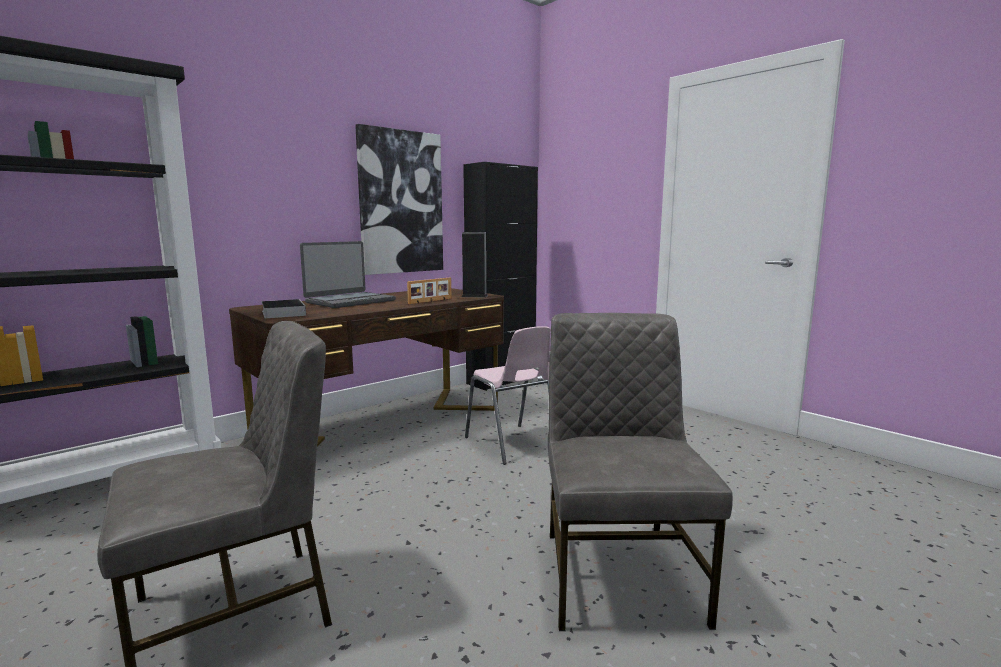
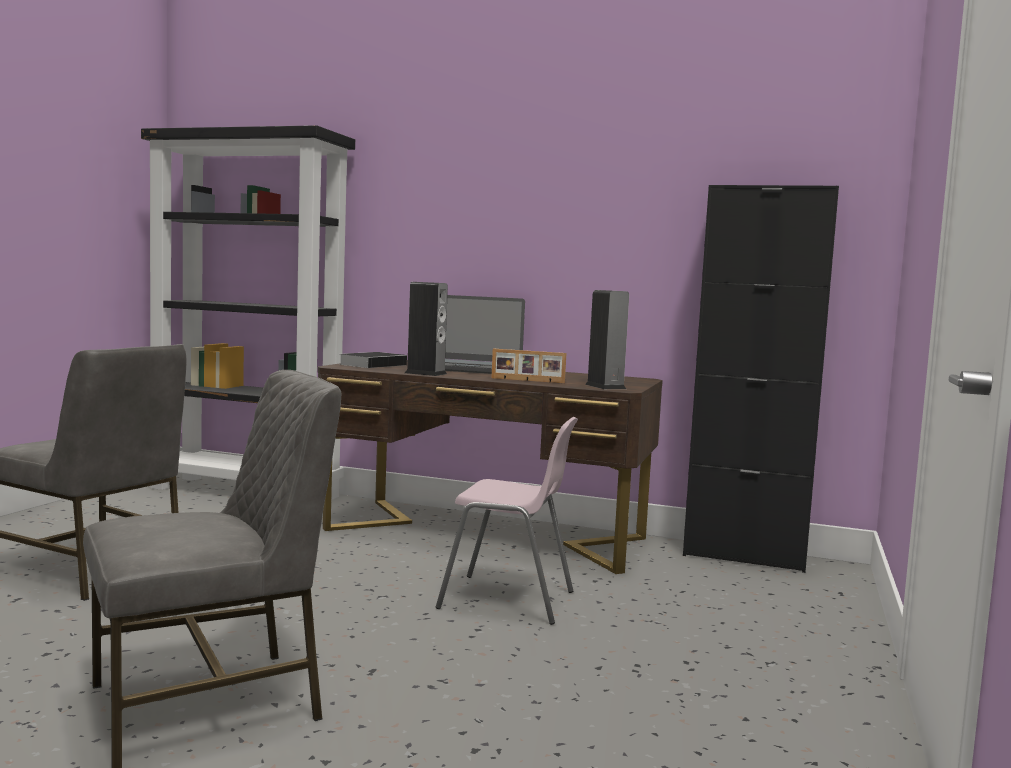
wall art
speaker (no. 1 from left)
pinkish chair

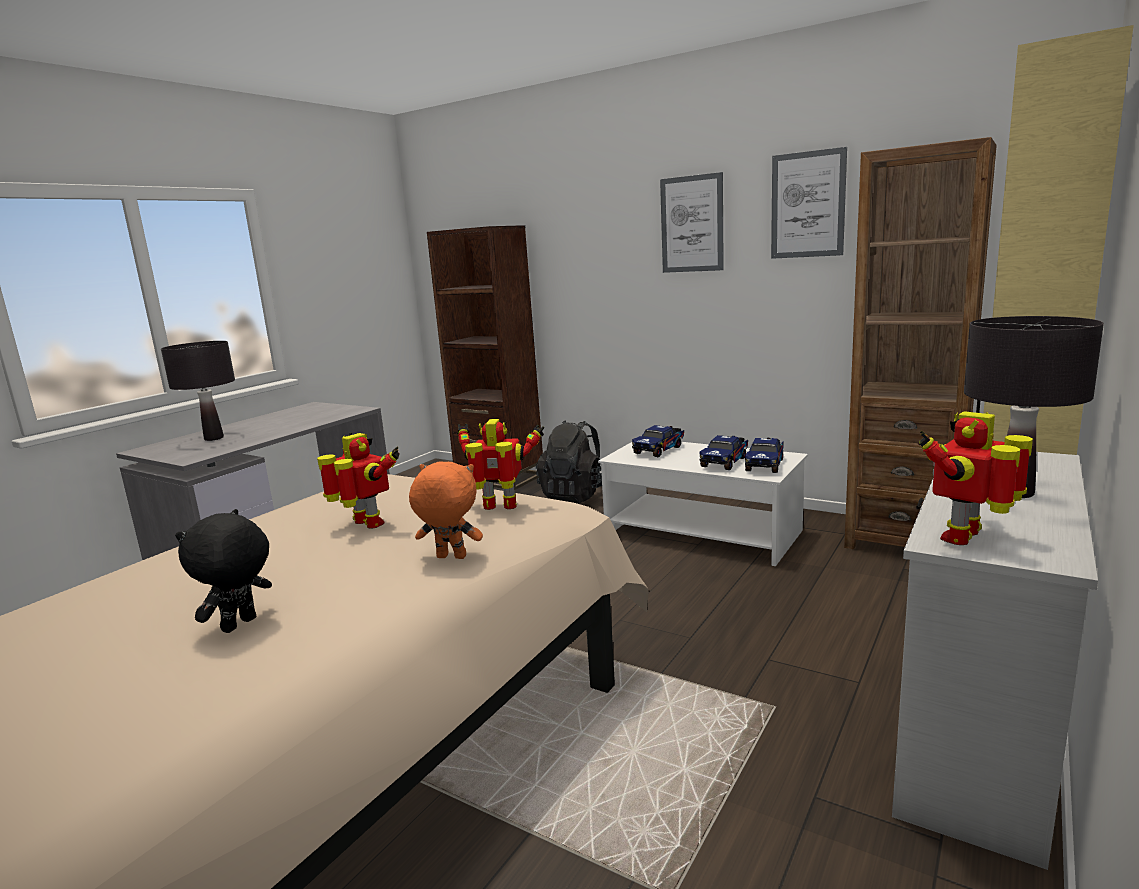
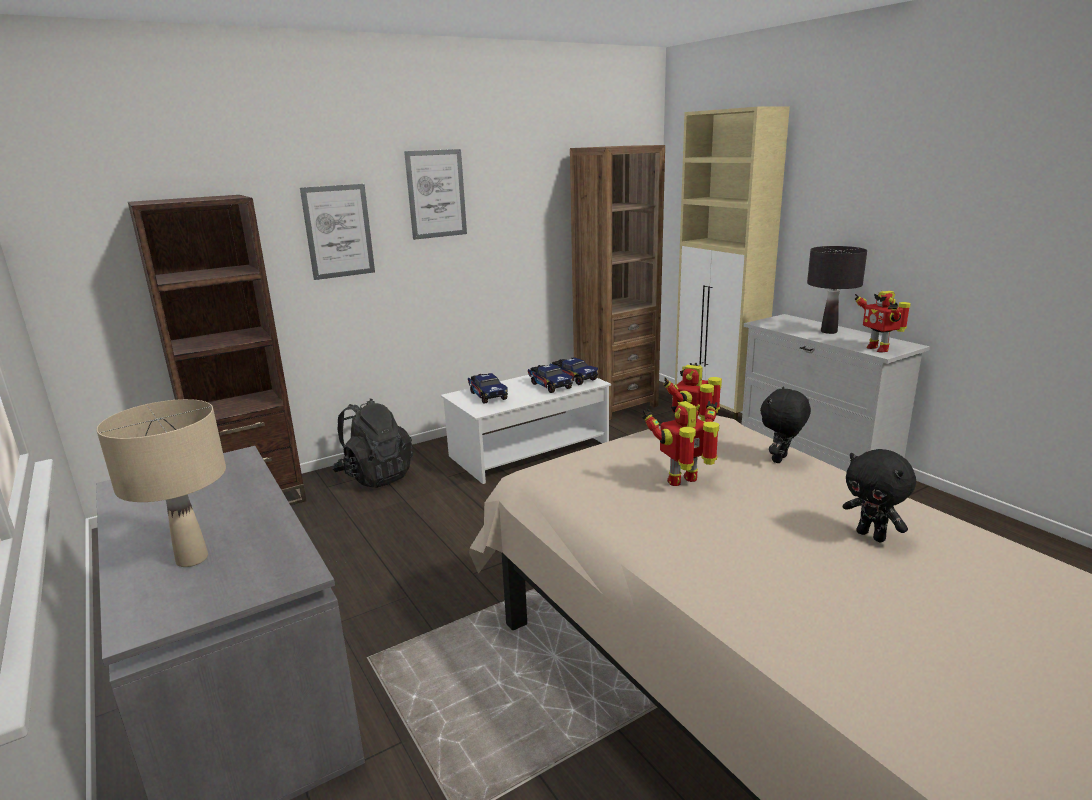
wall art (no. 1 from left)
beige table lamp
blackish soft toy (no. 1 from left)

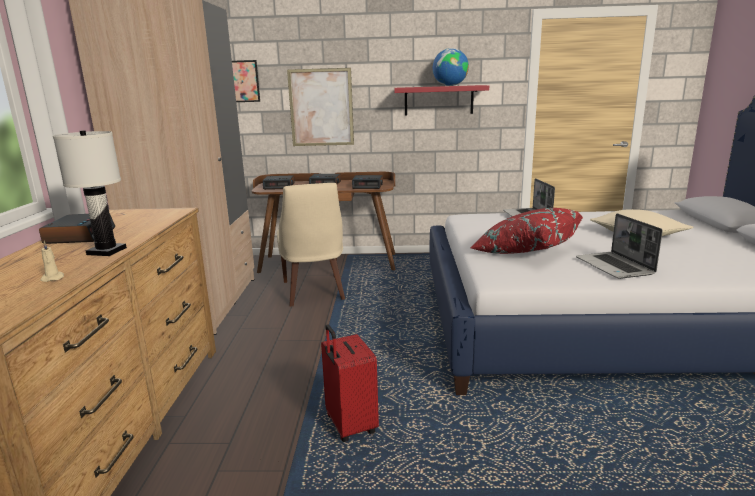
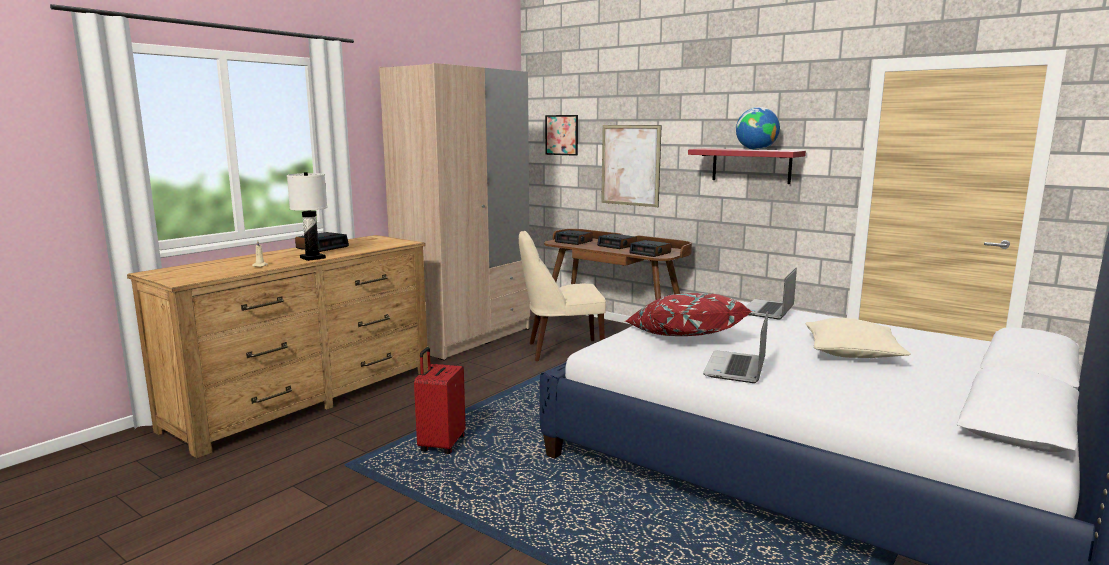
beige chair

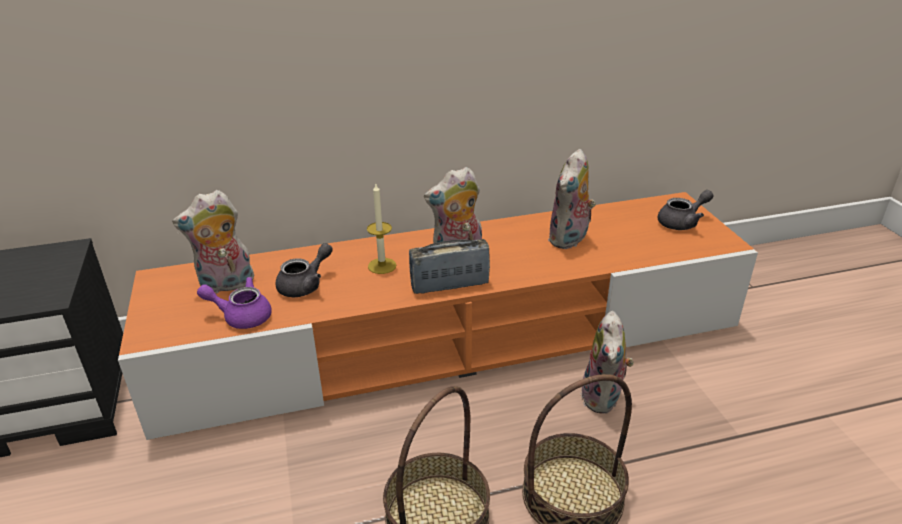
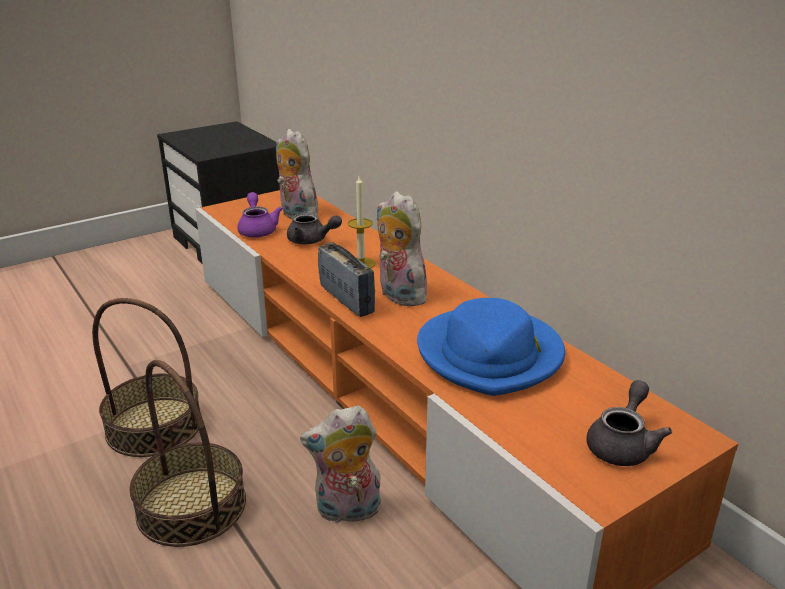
blue clothing hat
grey tea pot (no. 2 from left)

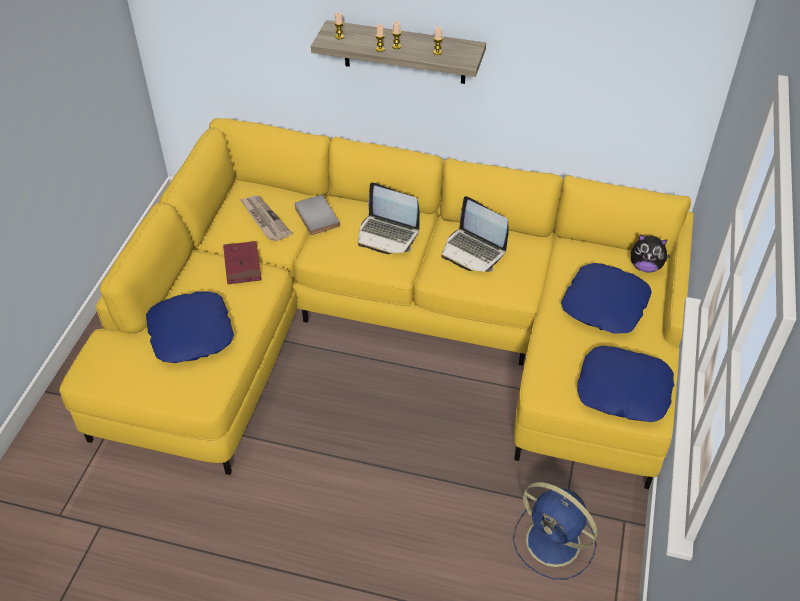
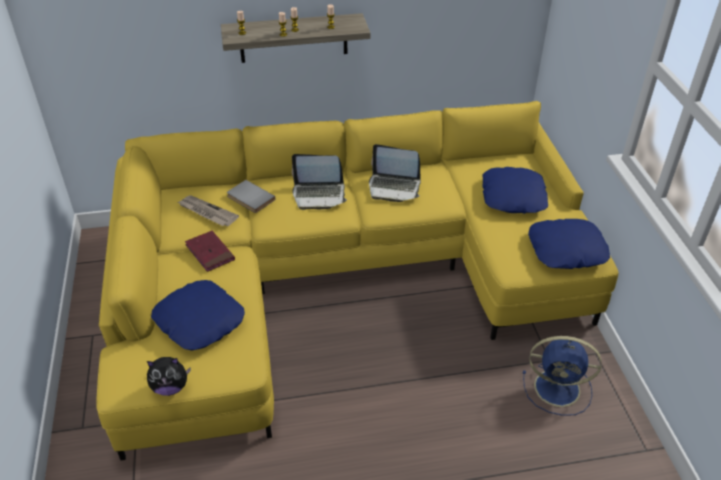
soft toy

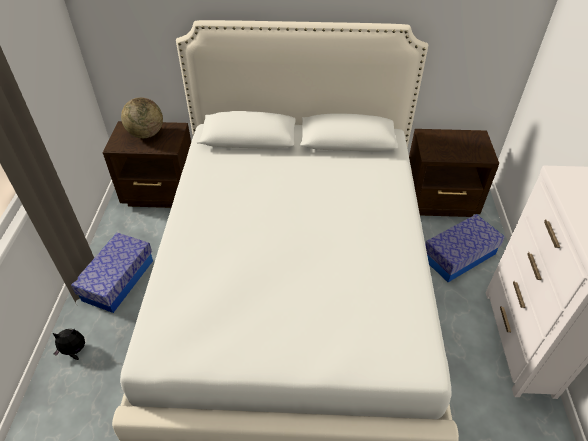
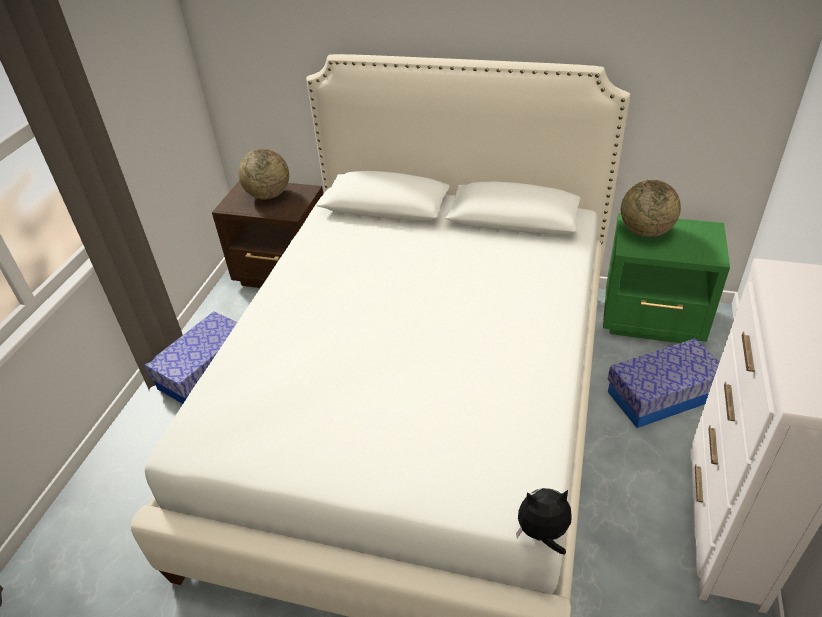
world globe (no. 2 from left)
soft toy
greenish nightstand

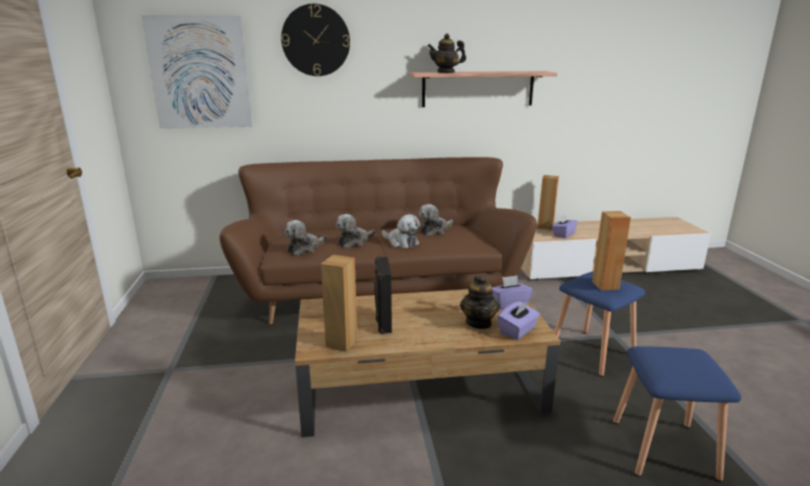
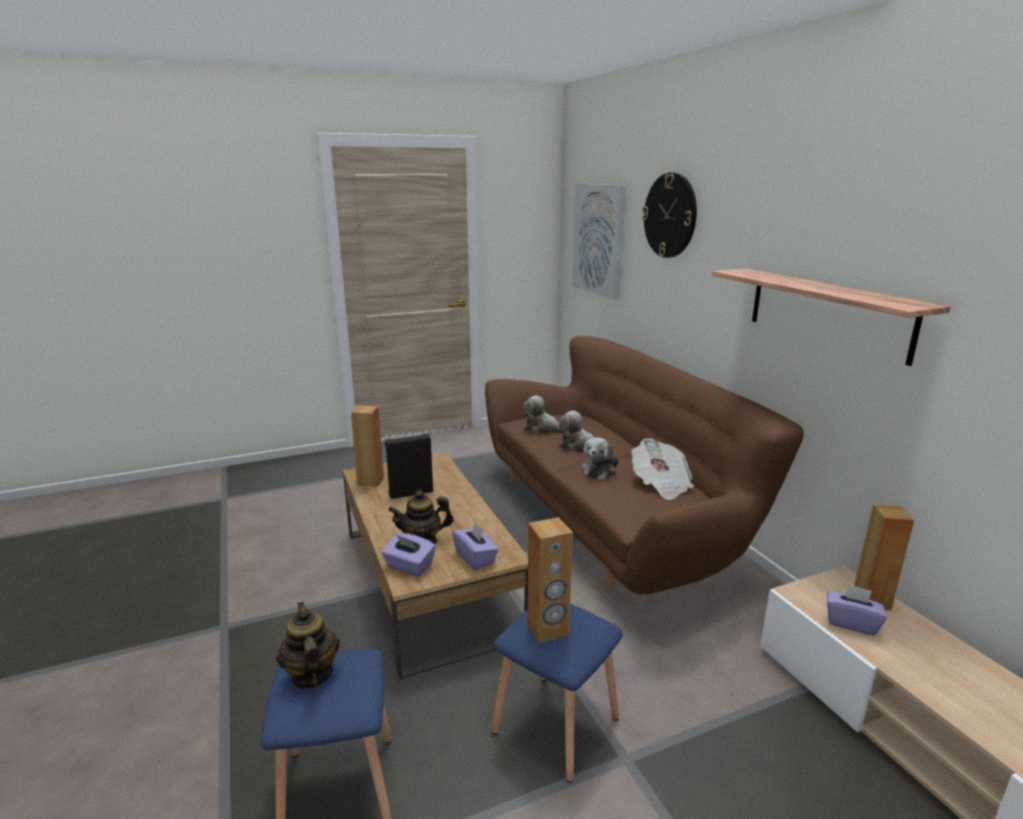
tea pot (no. 1 from left)
printed paper

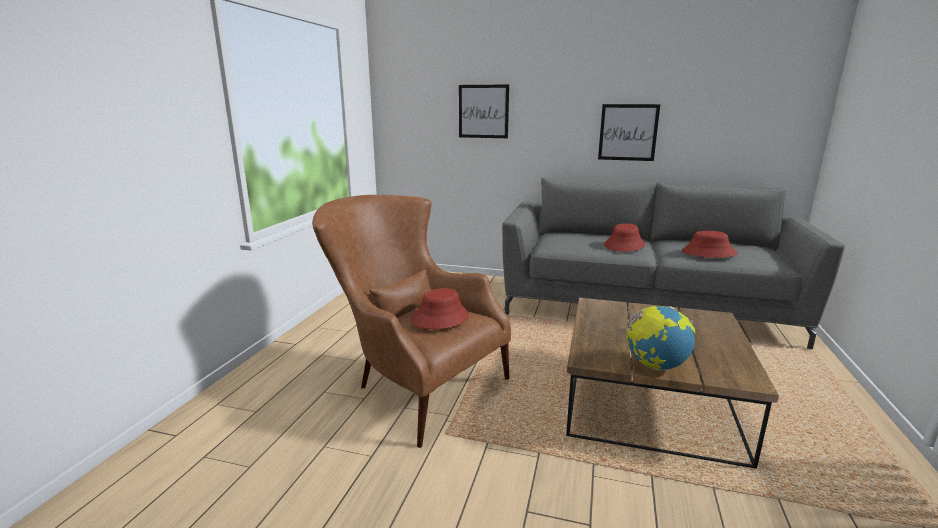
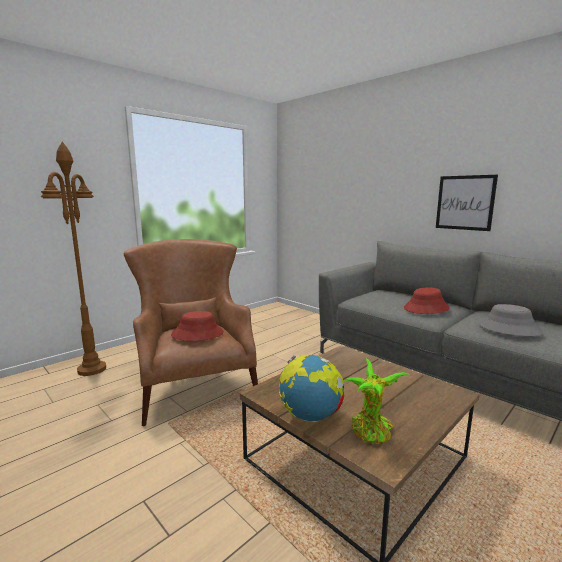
wall art (no. 1 from left in the first image)
brownish standard lamp
houseplant
grey clothing hat

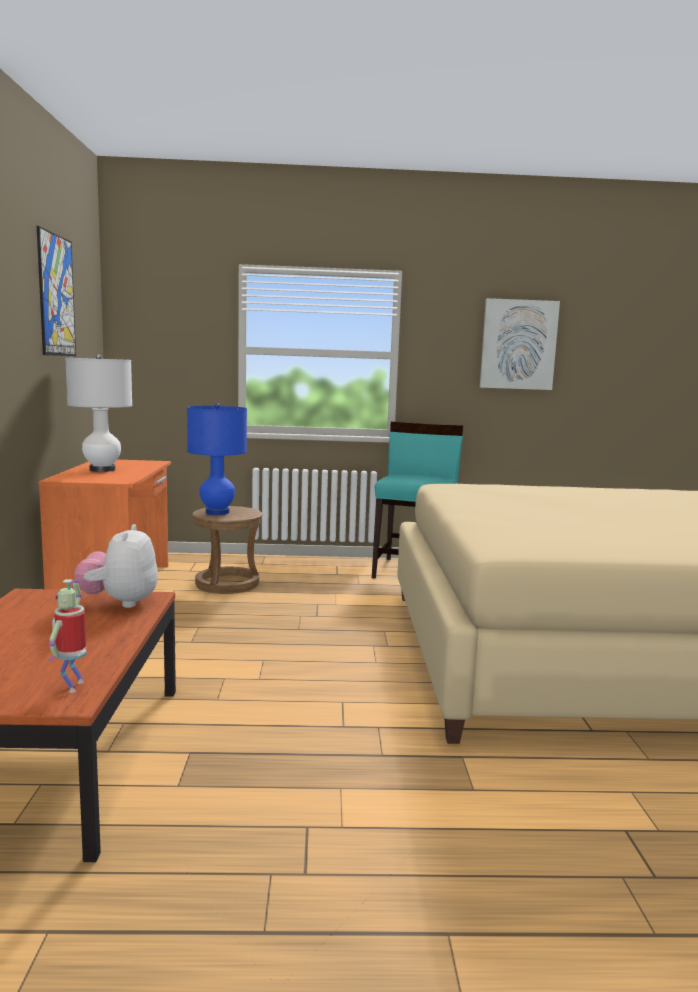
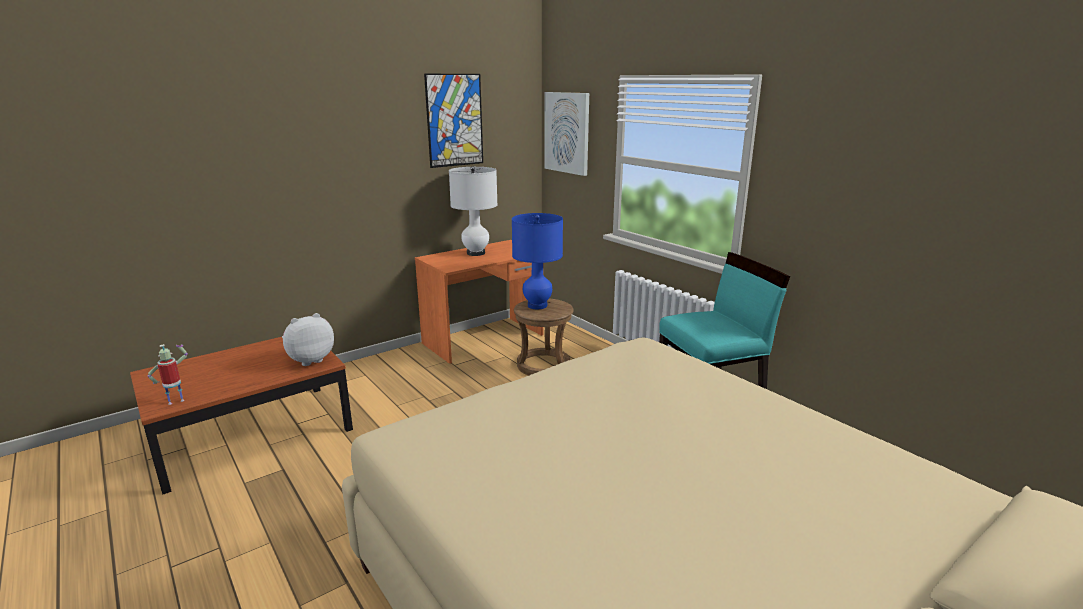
wall art (no. 2 from left)

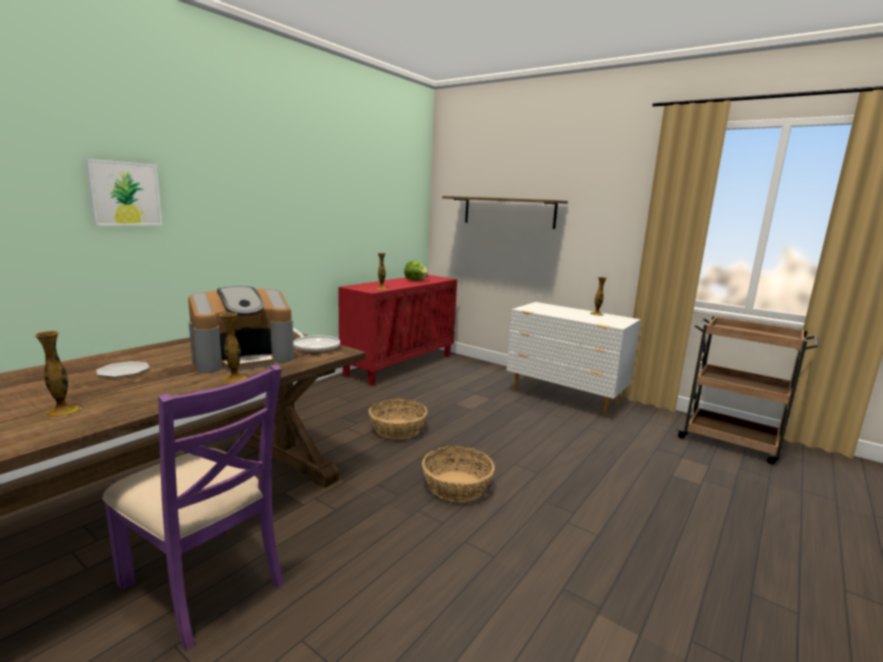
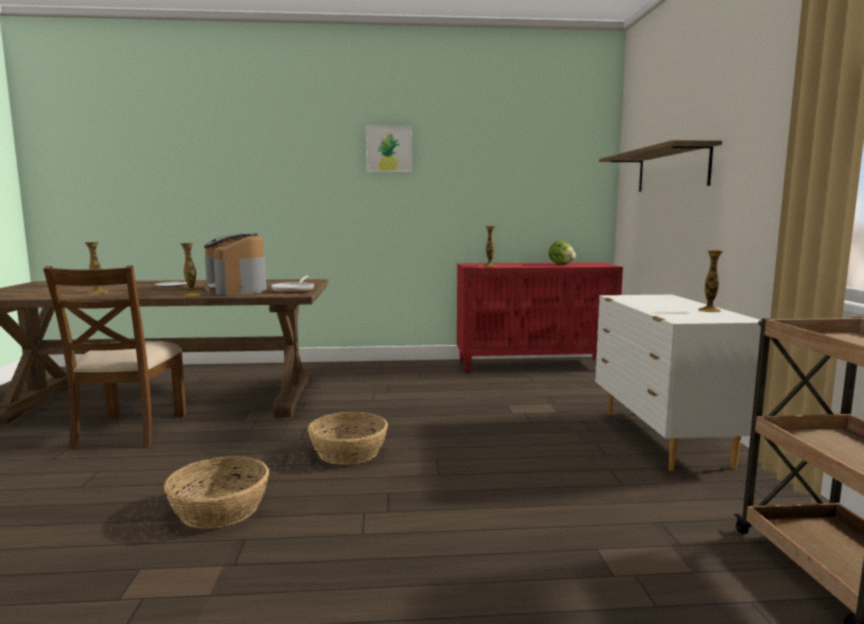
wall art
storage basket (no. 1 from left)
brownish chair
coffee brewer

